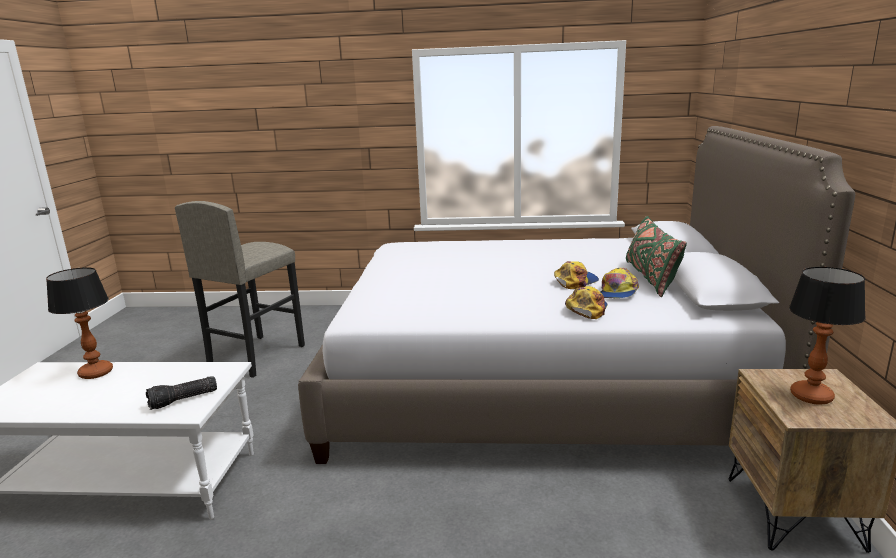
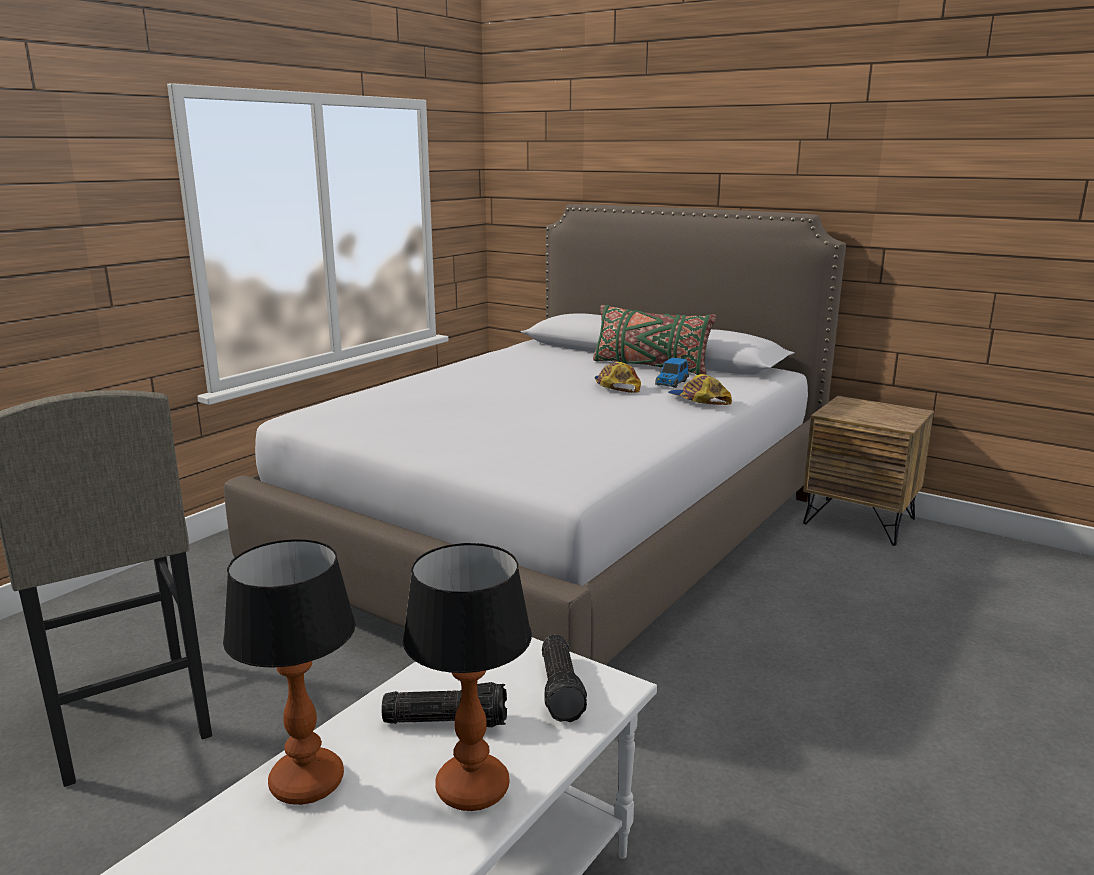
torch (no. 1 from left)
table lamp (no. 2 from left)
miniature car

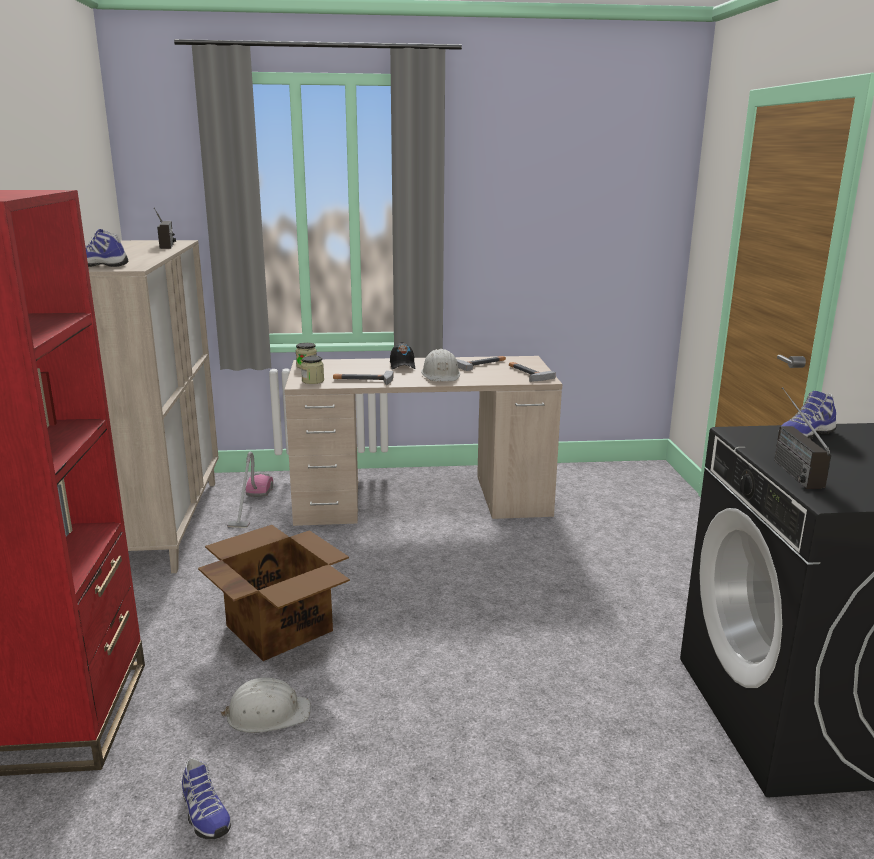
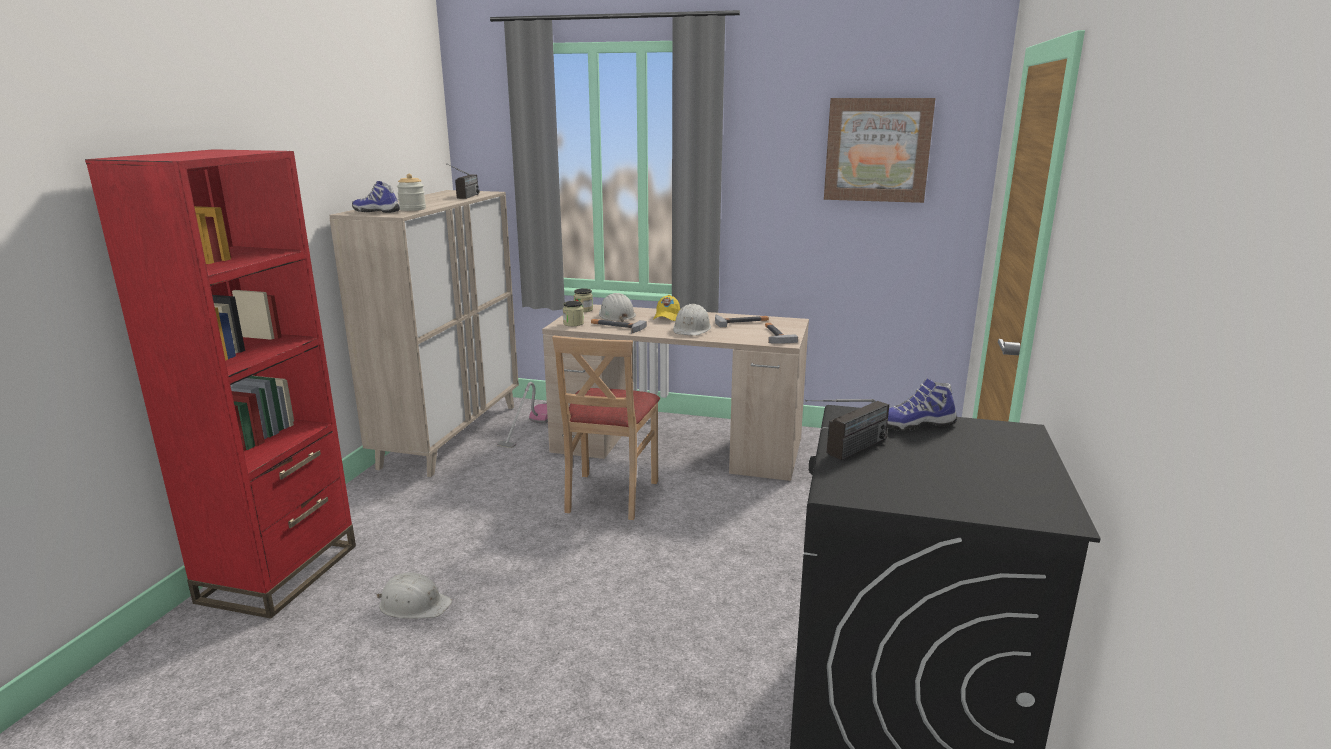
item of footwear (no. 2 from left in the first image)
cardboard box
storage jar (no. 1 from left)
beige chair
white safety helmet (no. 2 from left)
wall art
yellow baseball cap
radio receiver (no. 2 from left)

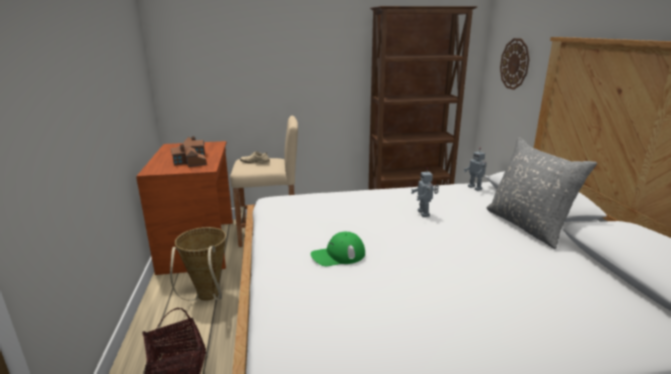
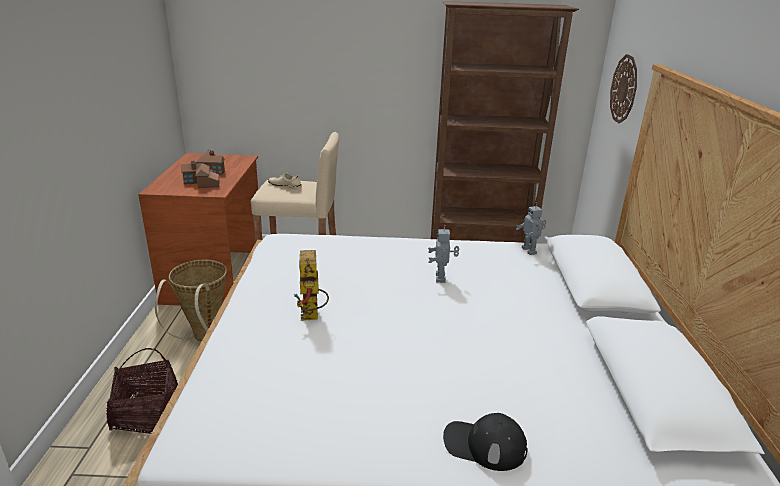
grey pillow
blackish baseball cap
model robot (no. 1 from left)

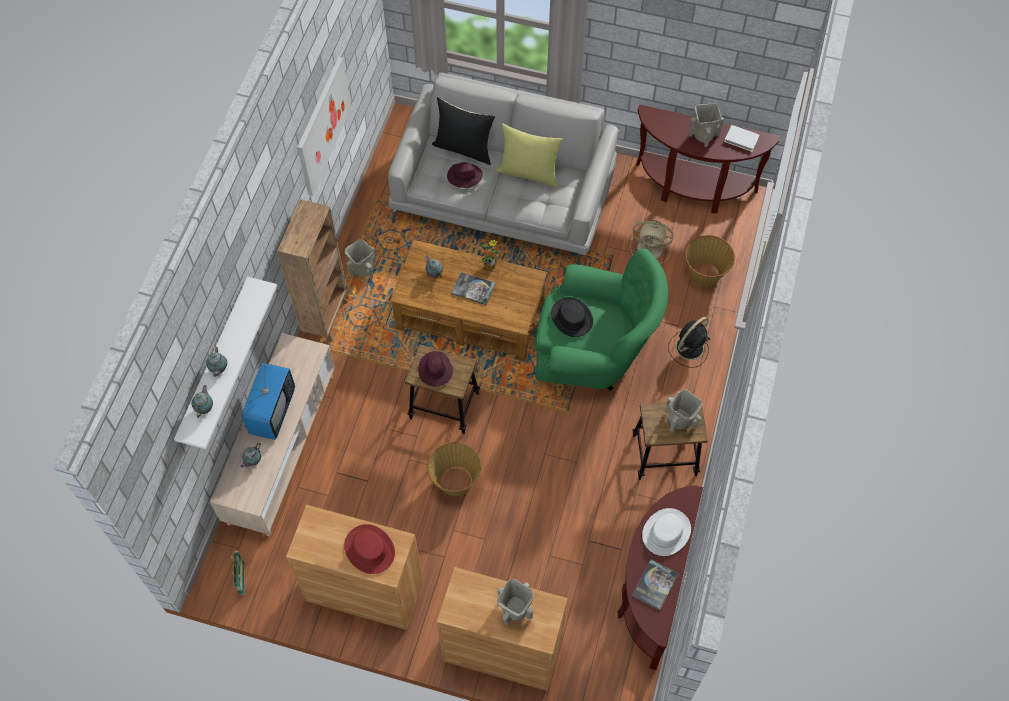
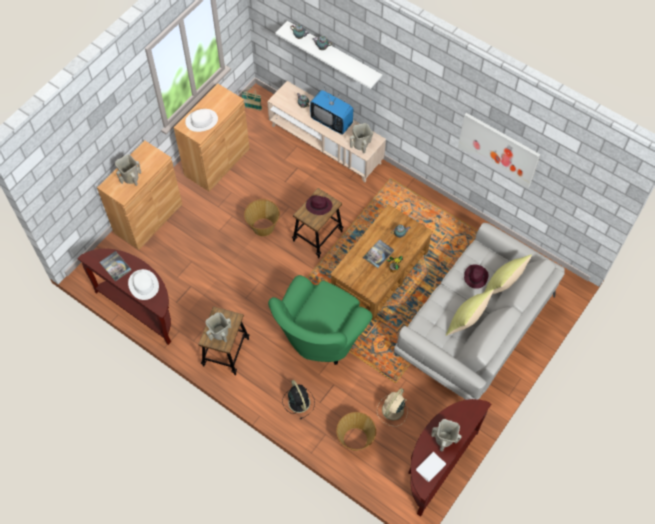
brownish bookcase
blackish clothing hat
beige vase (no. 3 from left)
white clothing hat (no. 2 from left)
yellow pillow (no. 2 from left)

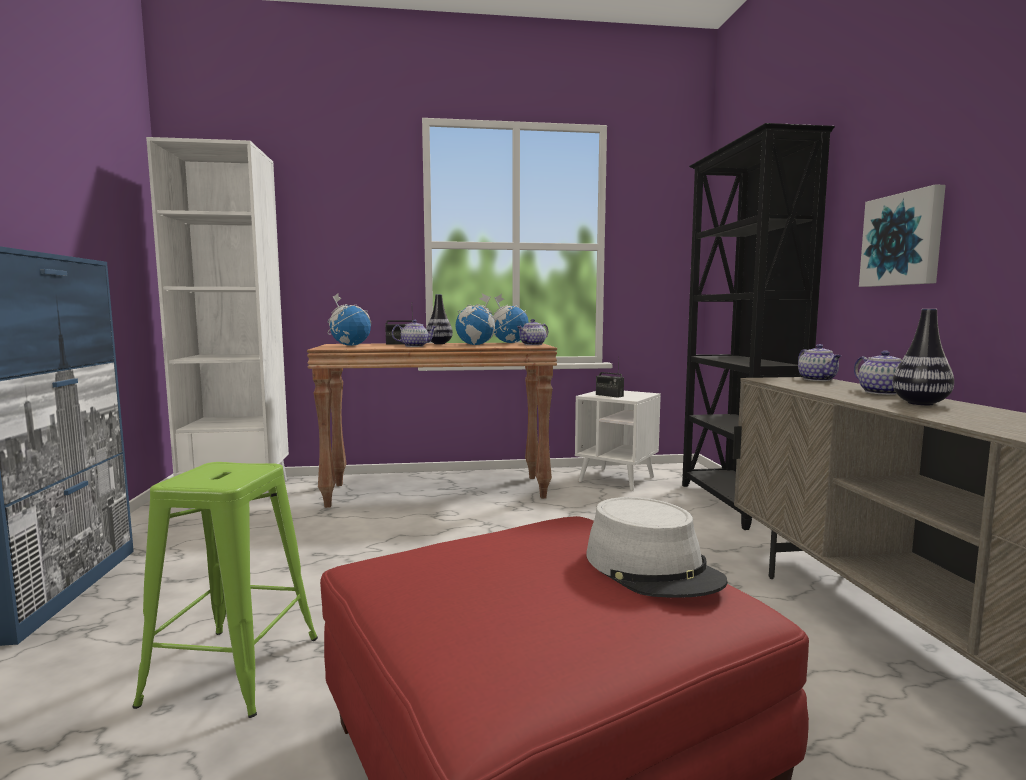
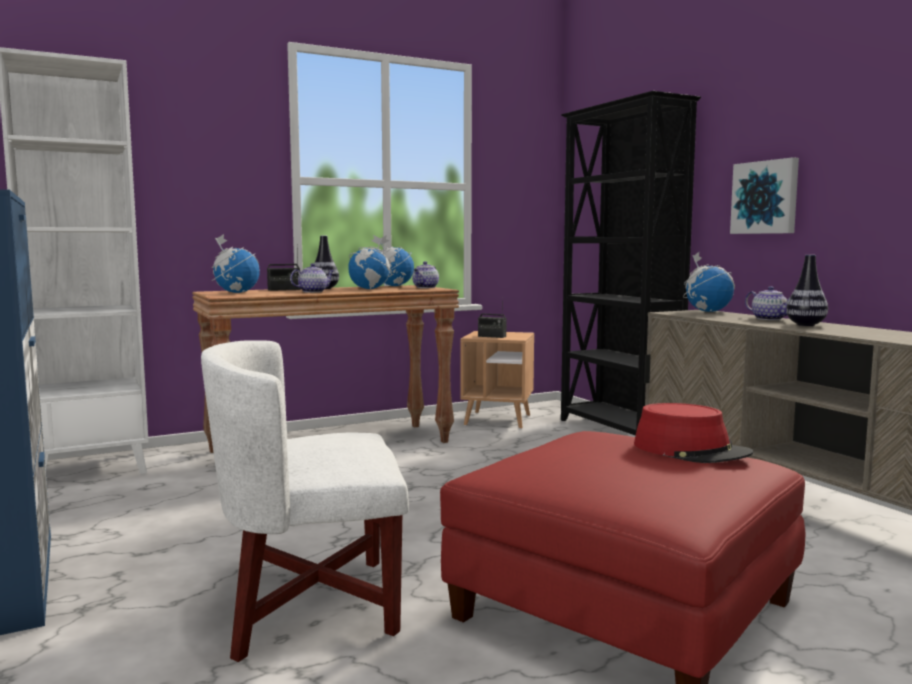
white lounge chair
world globe (no. 4 from left)
brownish accent table
red clothing hat

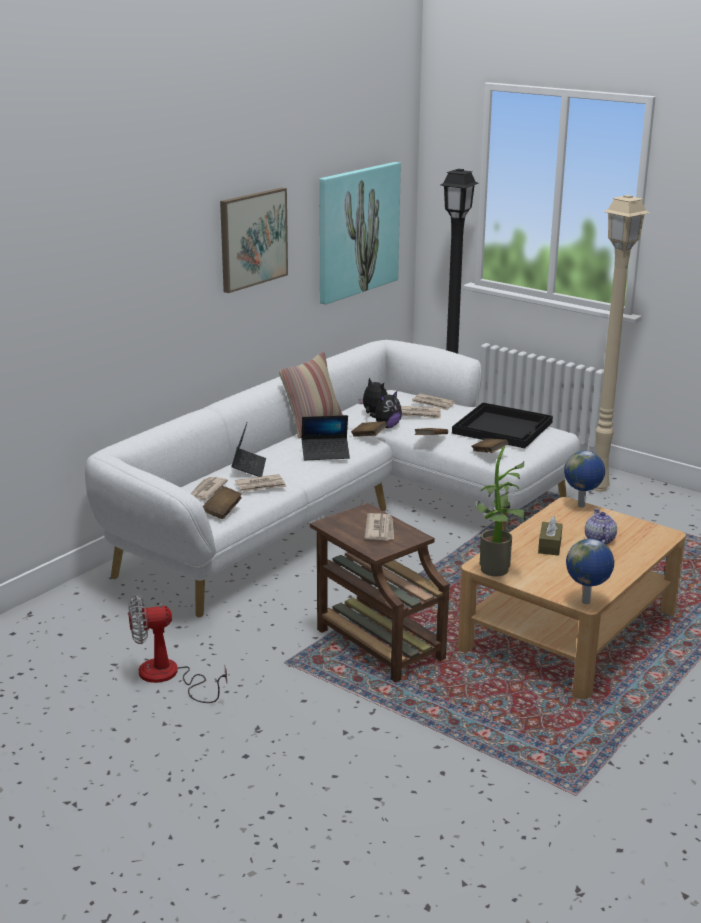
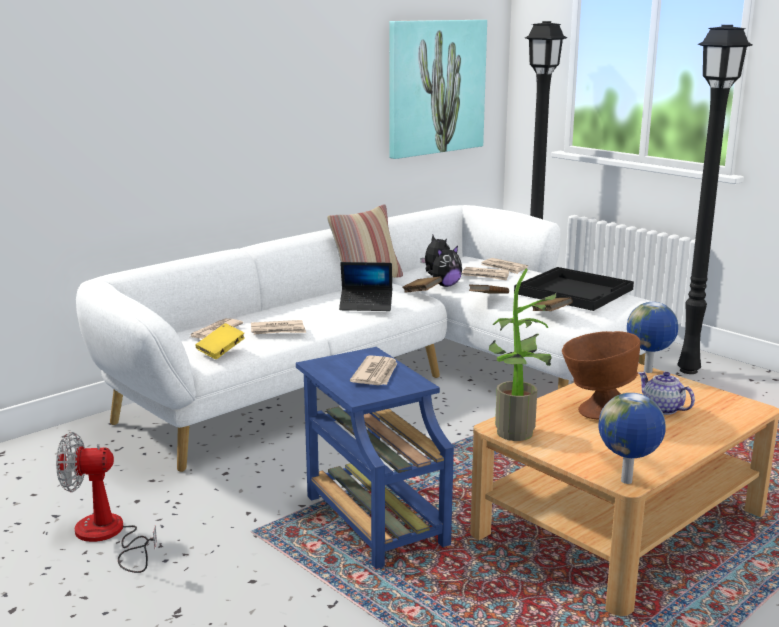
wall art (no. 1 from left in the first image)
laptop (no. 1 from left in the first image)
brownish deep dish
yellow book
blue accent table
blackish standard lamp (no. 2 from left)
tea pot

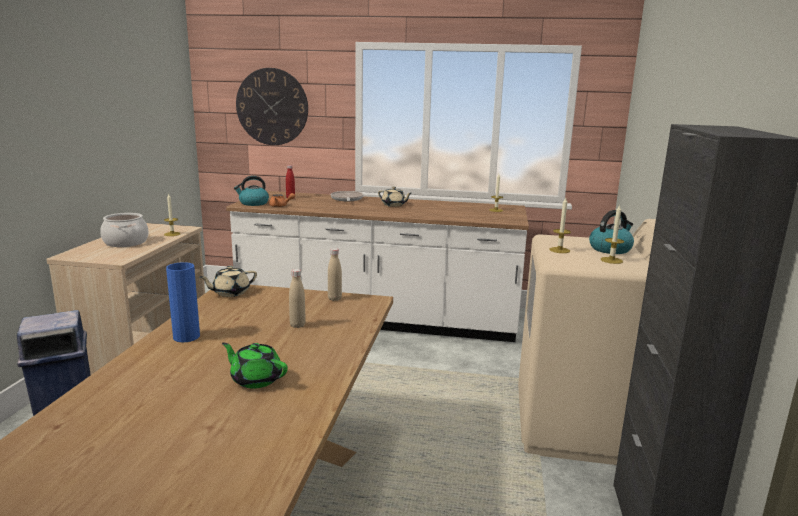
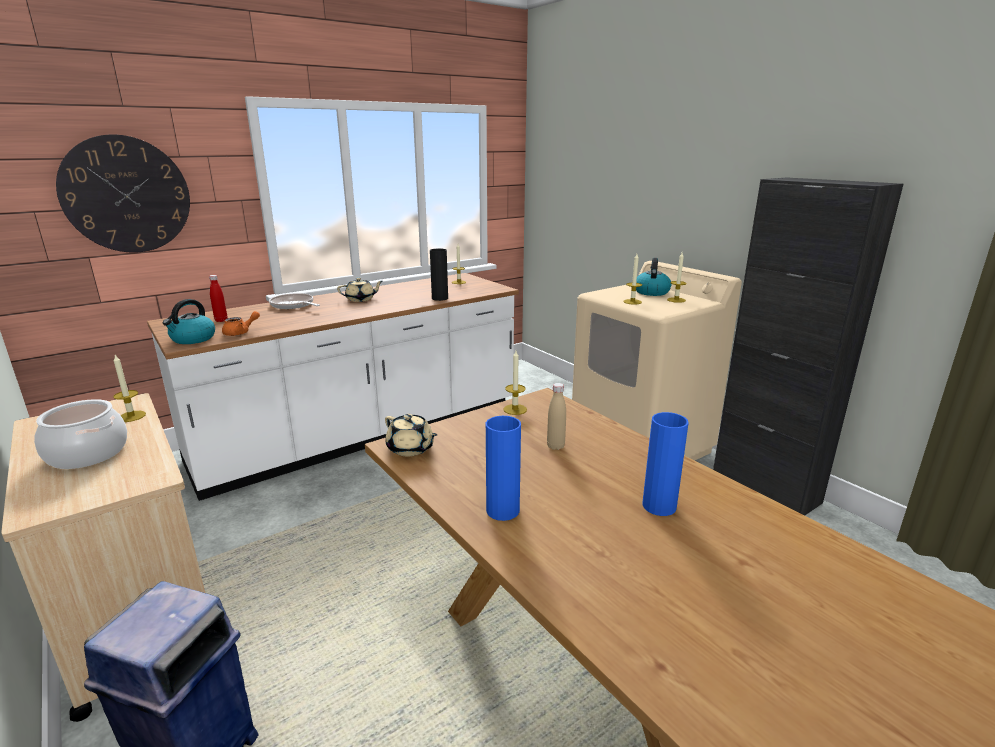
blackish vase
blue vase (no. 2 from left)
candle (no. 3 from left)
beige tea pot (no. 2 from left)

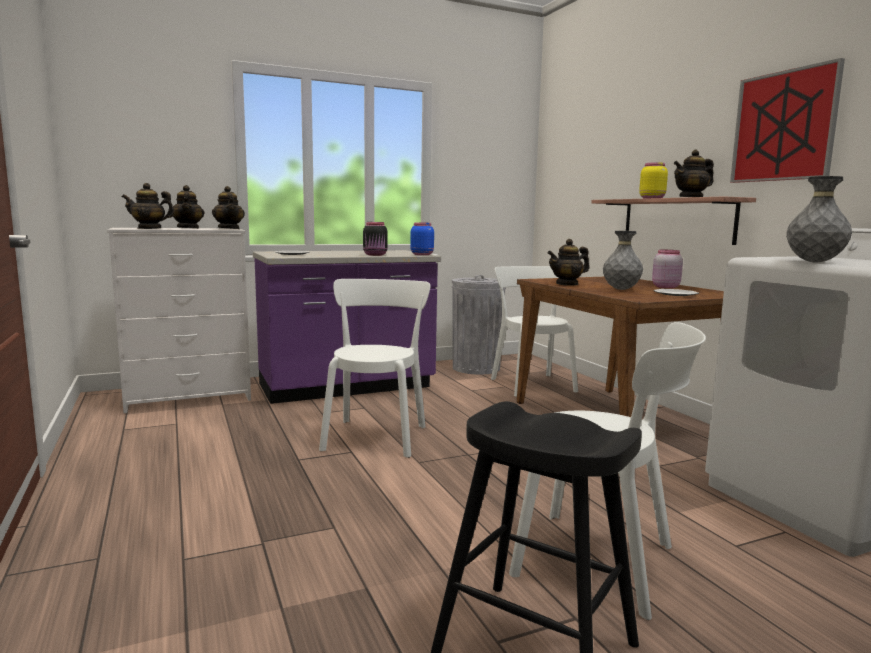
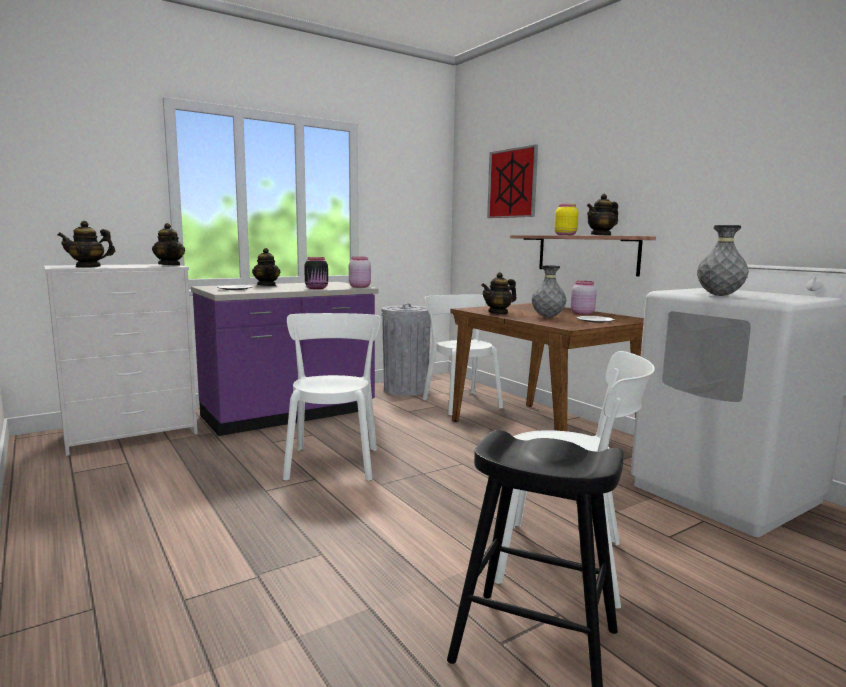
tea pot (no. 3 from left)
wall art
pinkish storage jar (no. 1 from left)

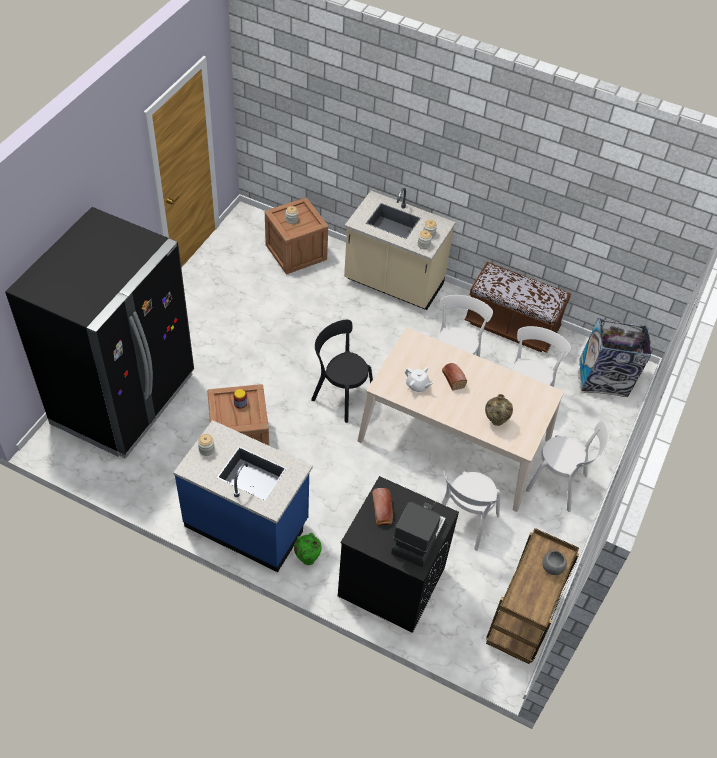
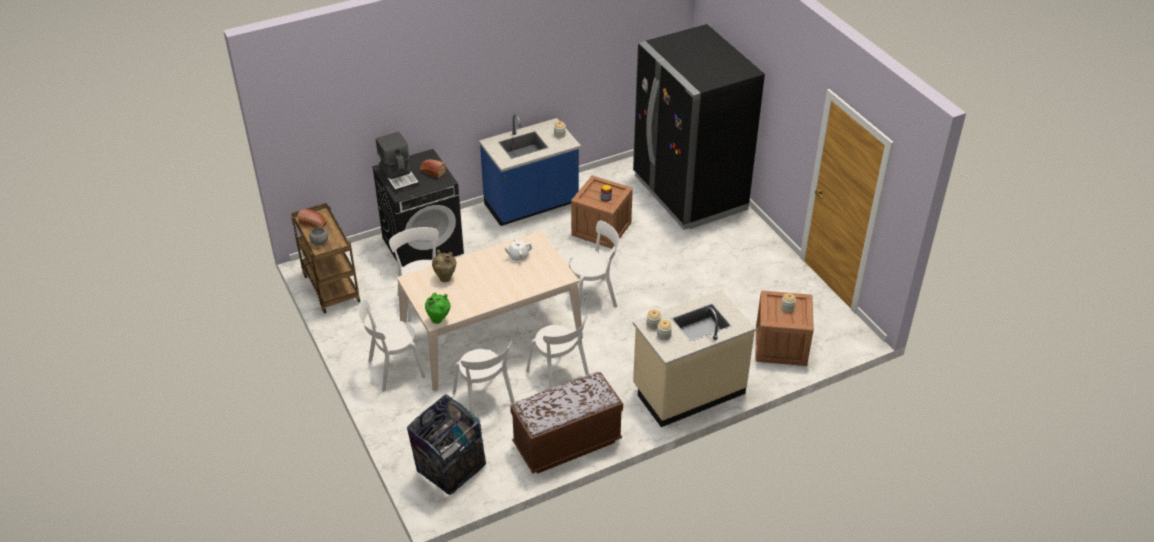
greenish vase
baked bread (no. 1 from left)
white chair (no. 5 from left)

